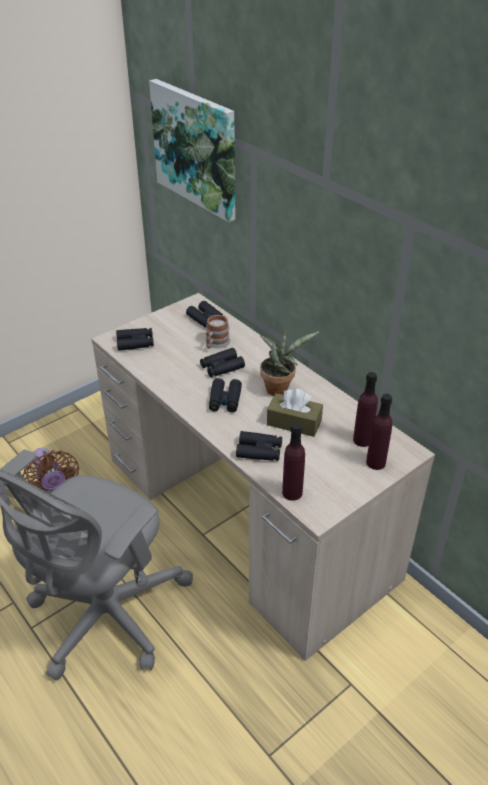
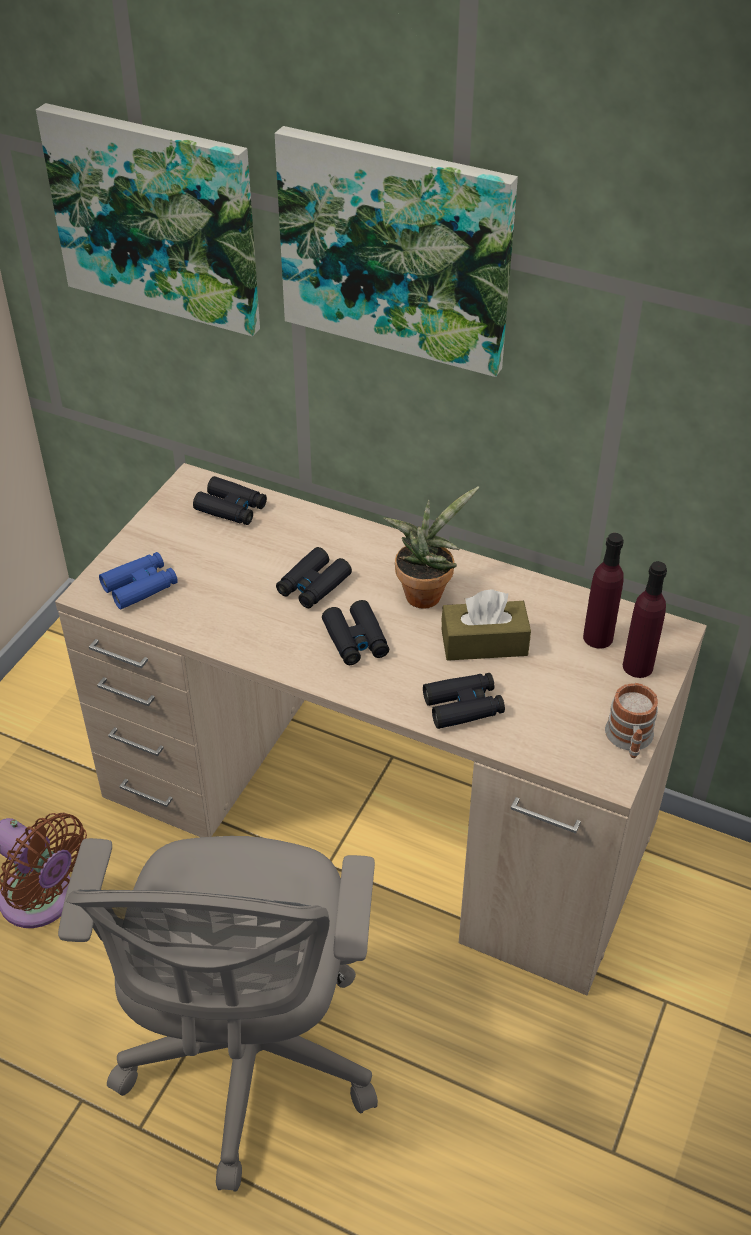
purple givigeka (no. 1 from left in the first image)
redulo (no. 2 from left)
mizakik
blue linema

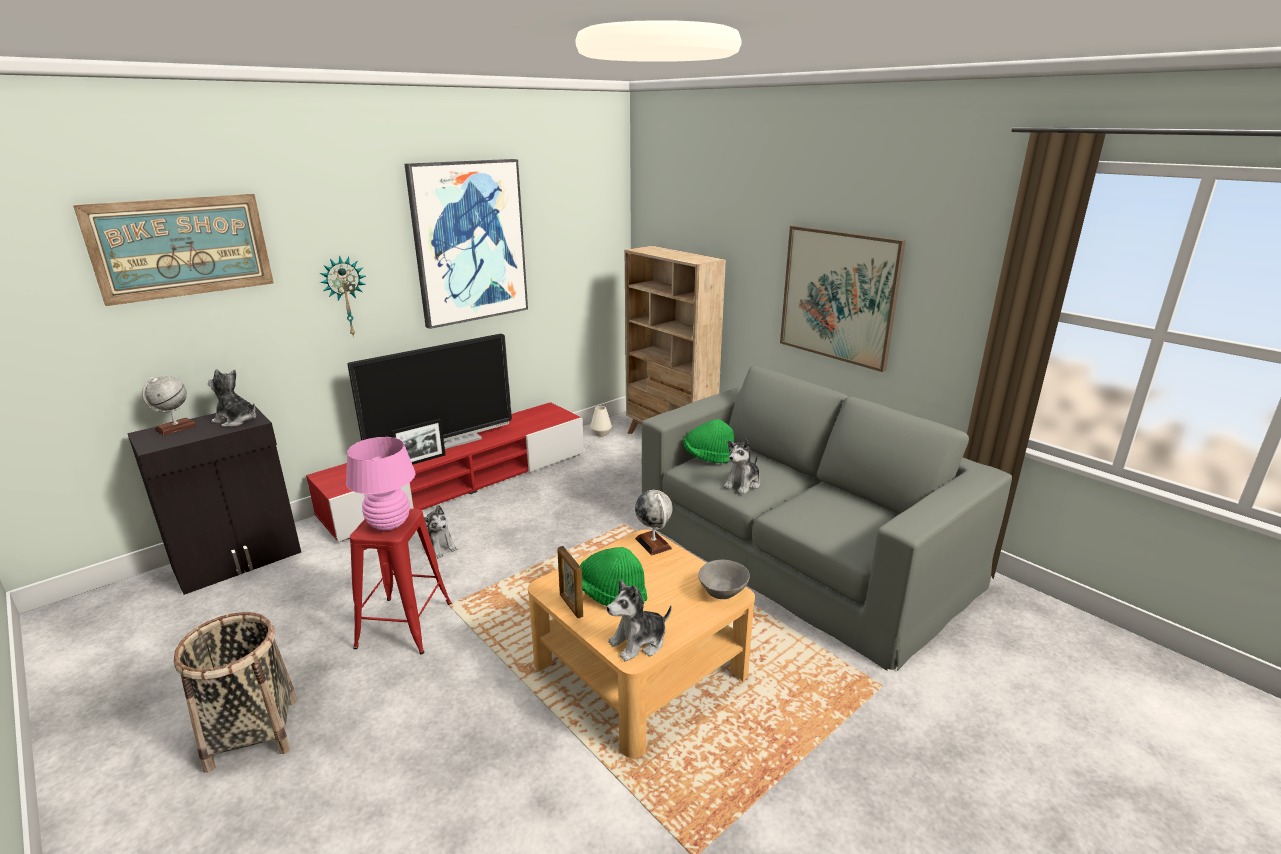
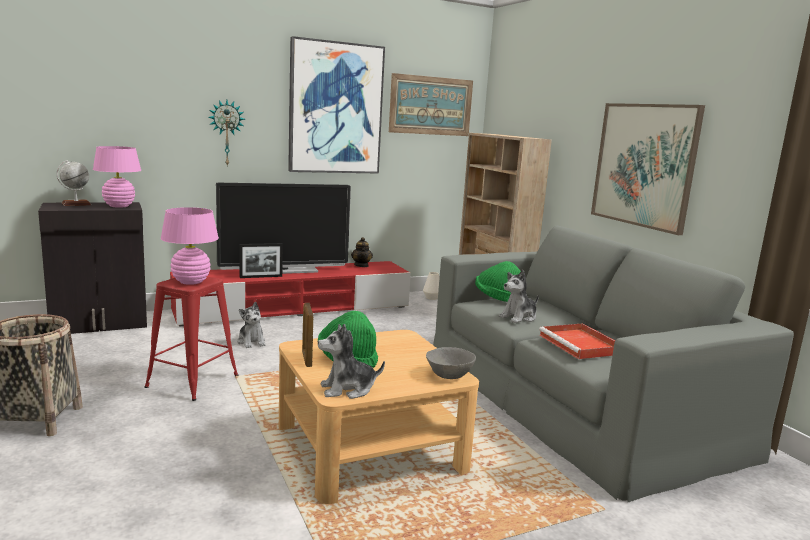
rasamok (no. 2 from left in the first image)
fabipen
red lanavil
redulo (no. 2 from left)
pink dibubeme (no. 1 from left)

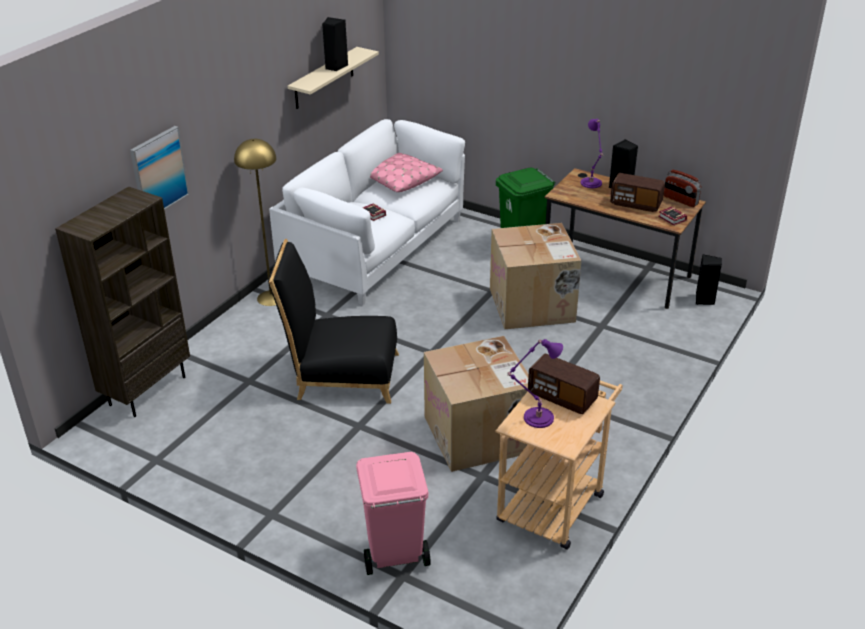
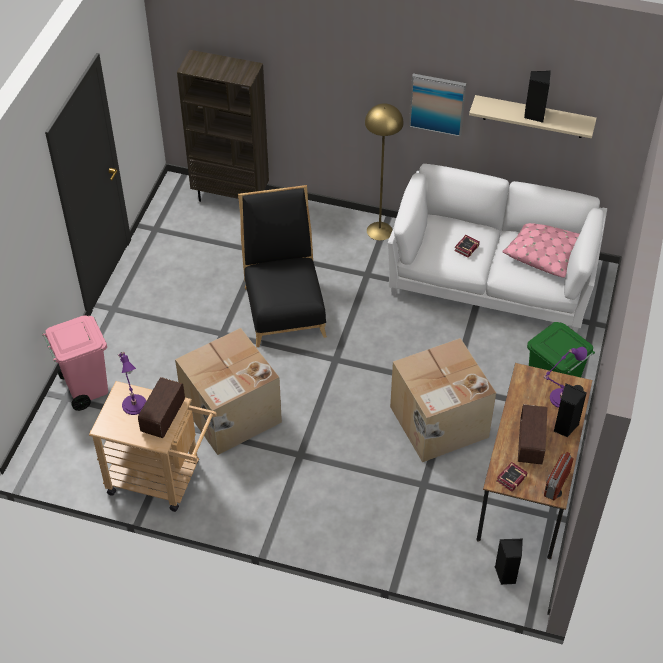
redulo

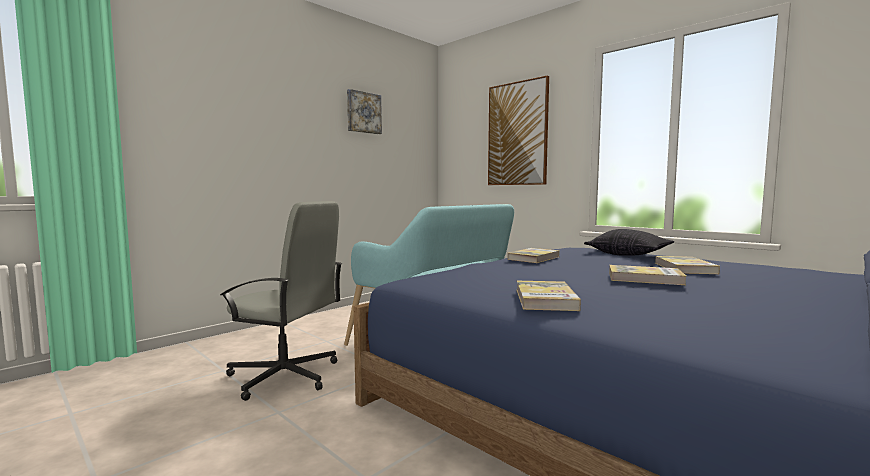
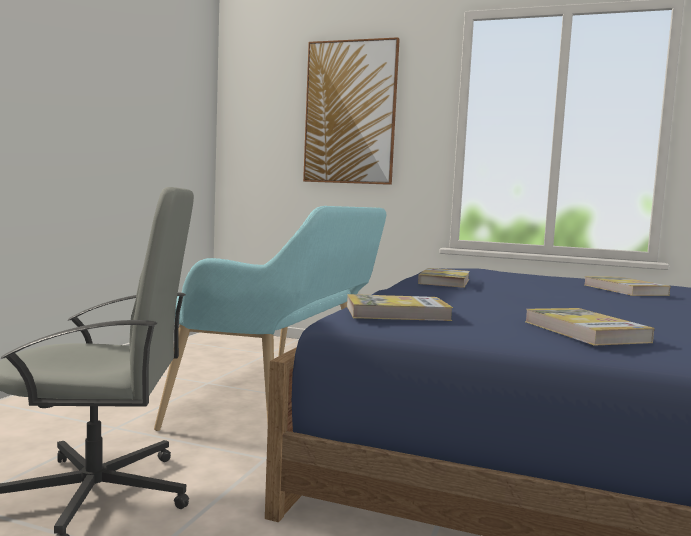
redulo (no. 1 from left in the first image)
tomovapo
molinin (no. 1 from left)

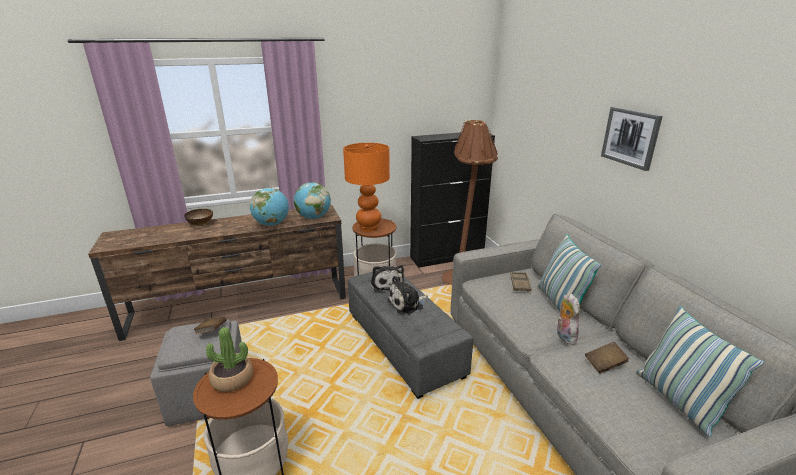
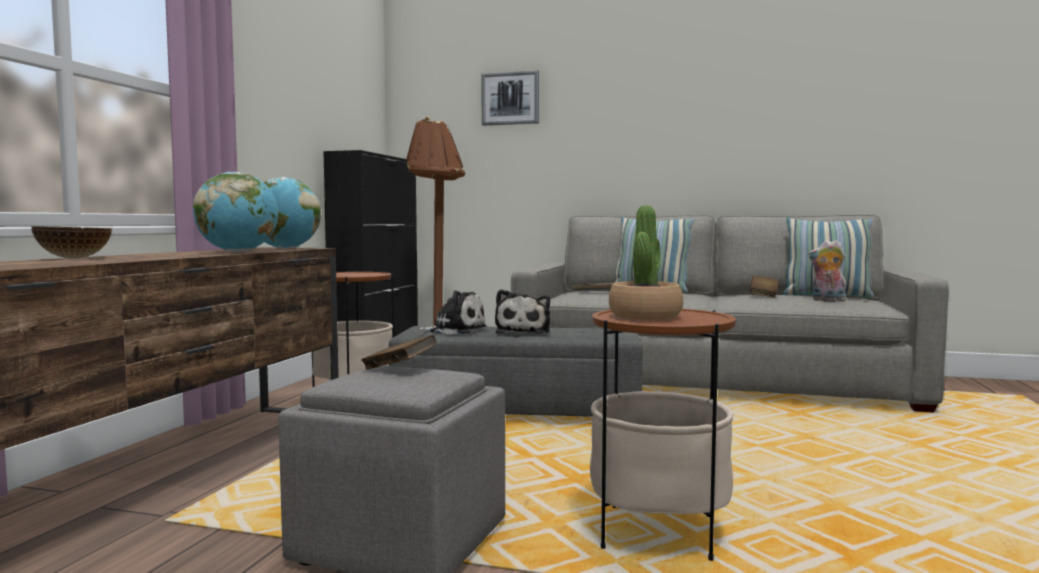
orange dibubeme
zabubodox (no. 3 from left)
redulo

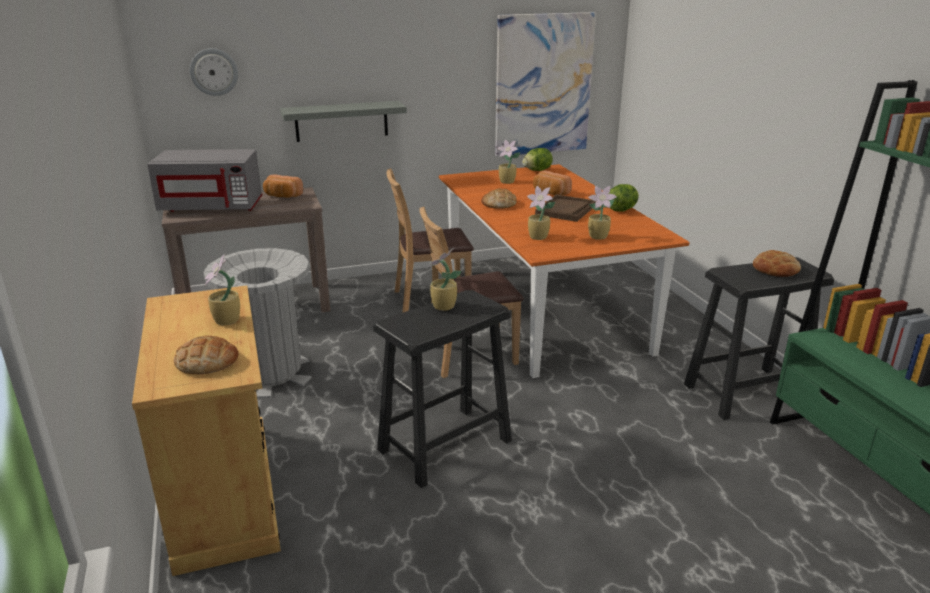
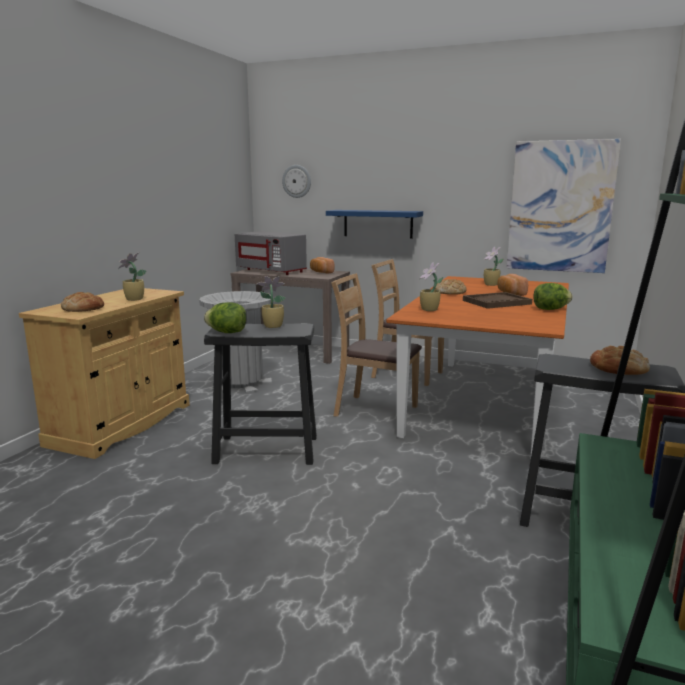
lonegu (no. 5 from left in the first image)
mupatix (no. 1 from left)
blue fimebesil

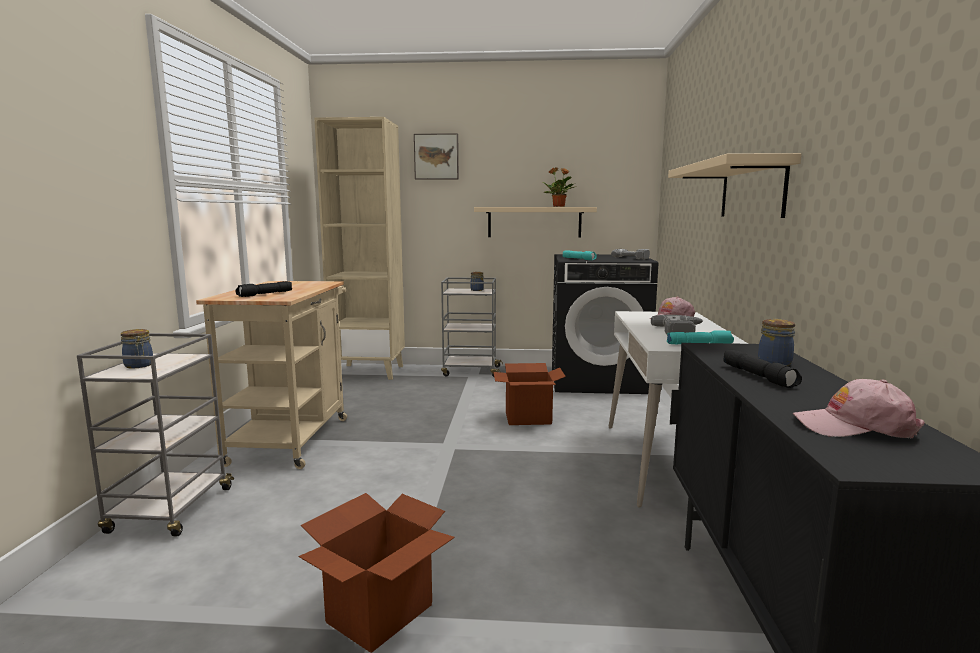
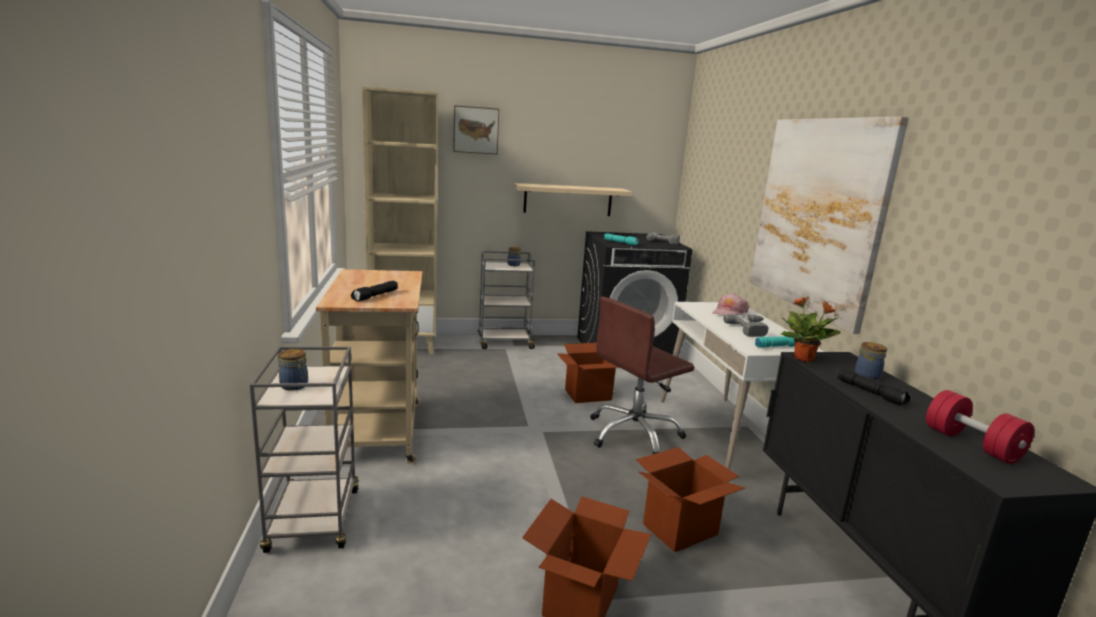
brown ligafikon
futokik (no. 3 from left)
lonegu
redulo (no. 2 from left)
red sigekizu

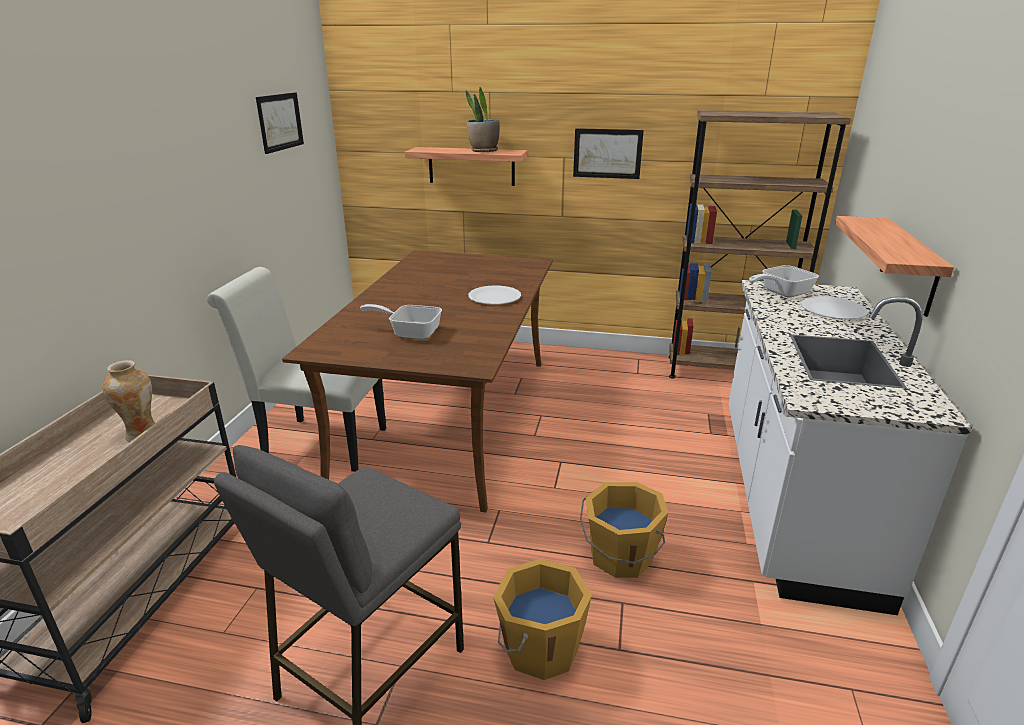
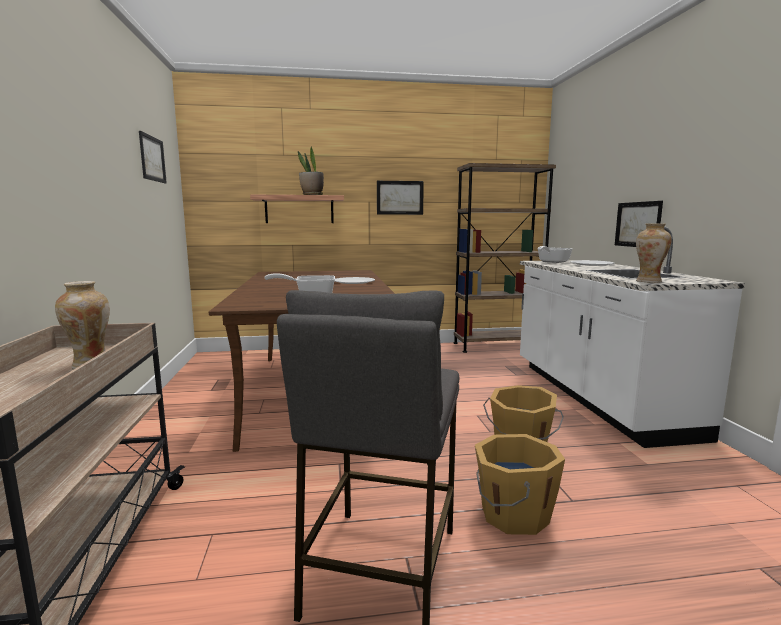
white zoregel
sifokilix (no. 2 from left)
redulo (no. 3 from left)

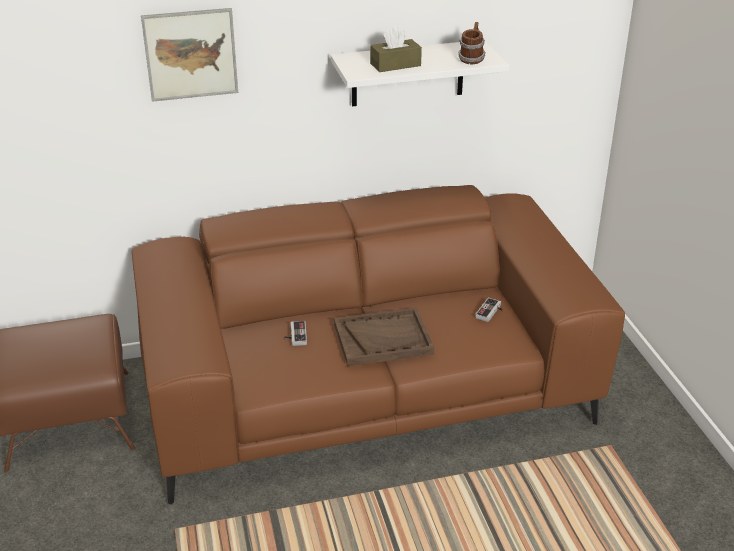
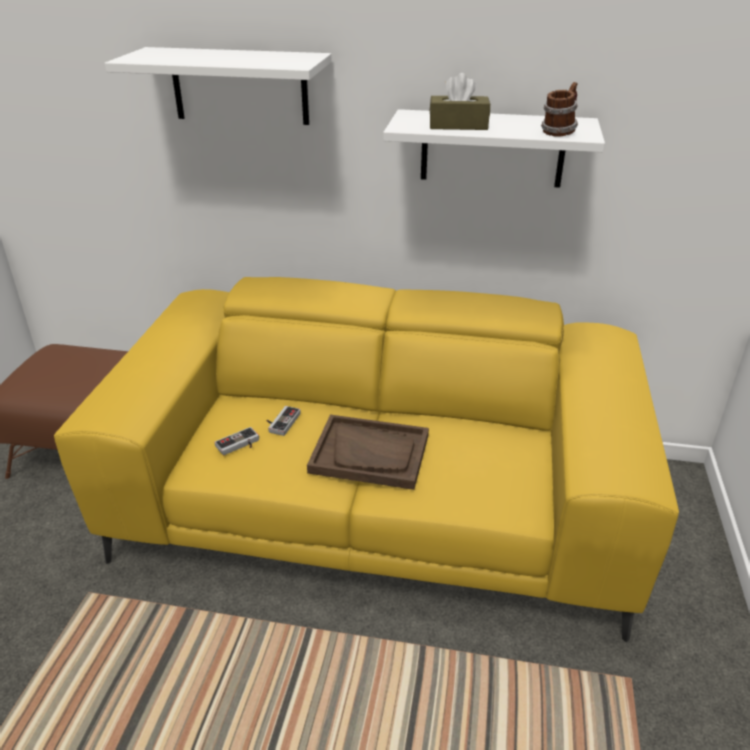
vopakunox (no. 1 from left)
white fimebesil (no. 1 from left)
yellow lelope

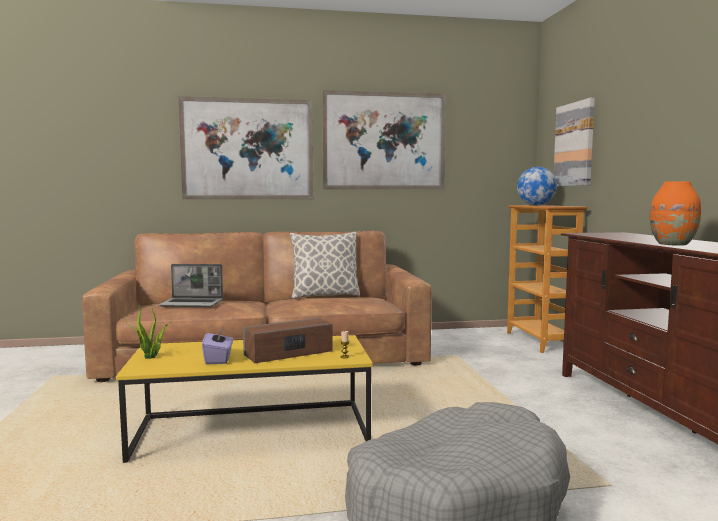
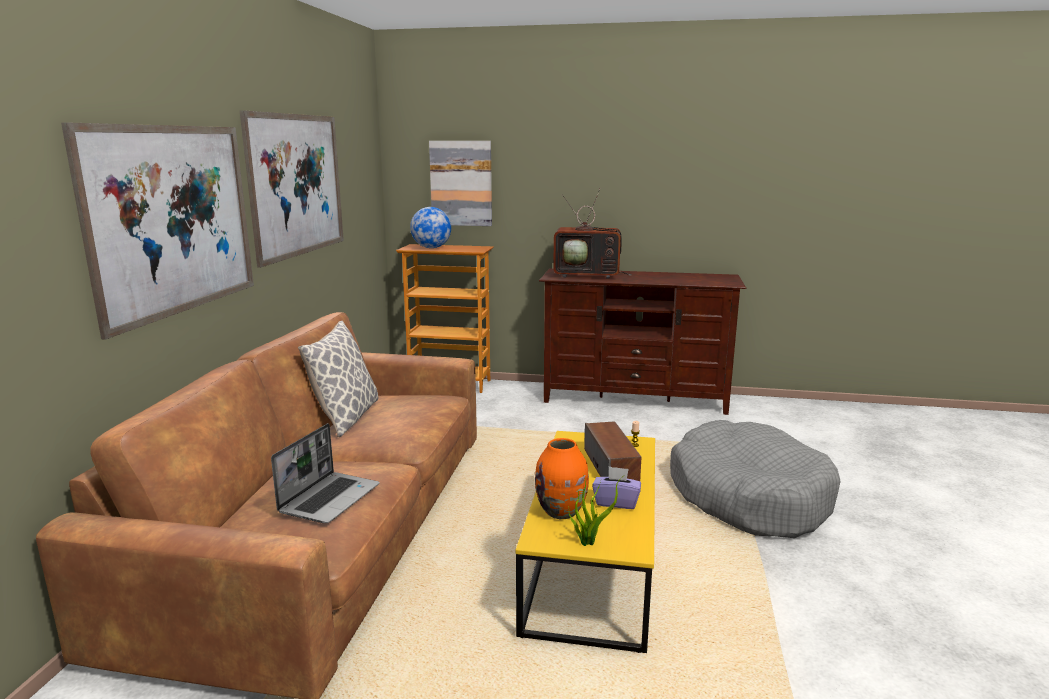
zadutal
orange sifokilix

